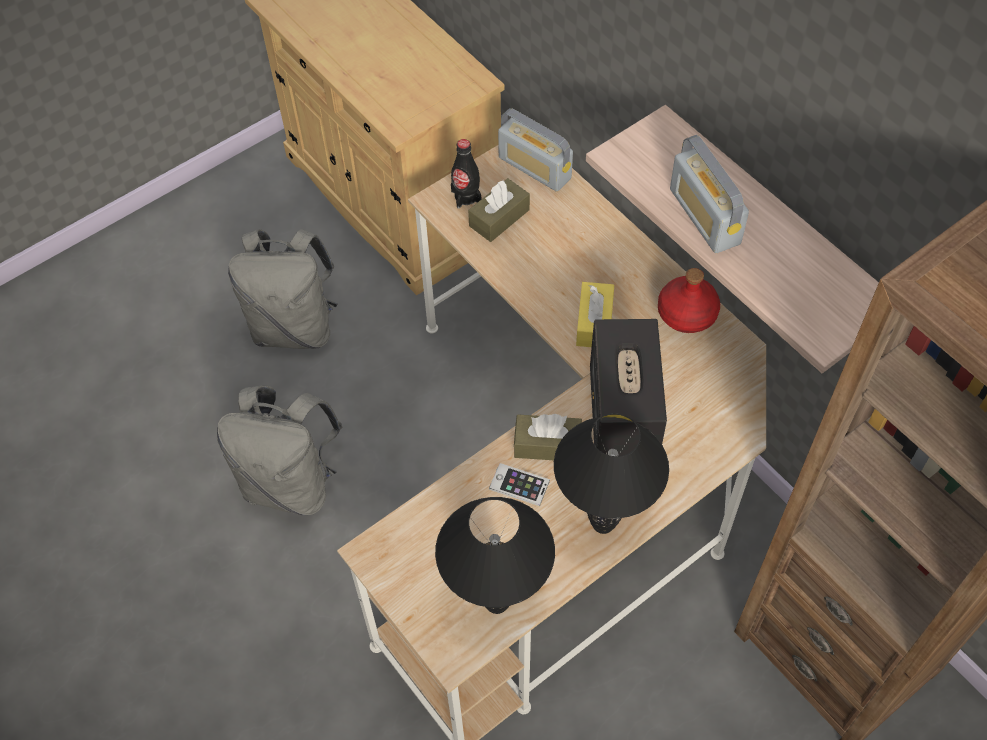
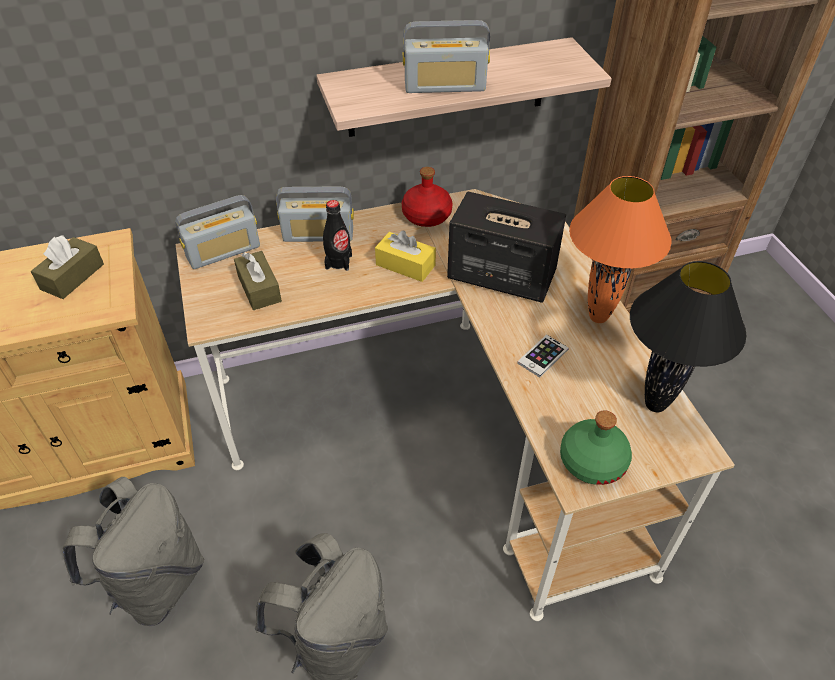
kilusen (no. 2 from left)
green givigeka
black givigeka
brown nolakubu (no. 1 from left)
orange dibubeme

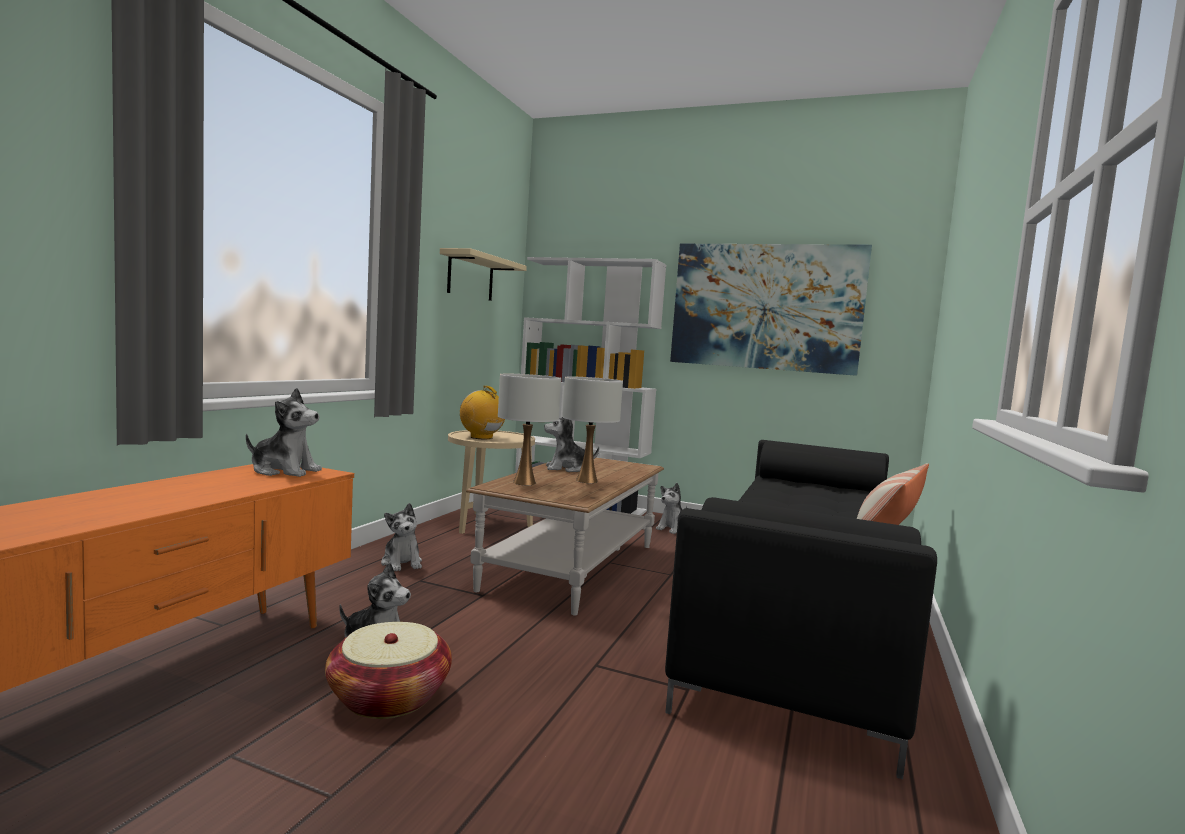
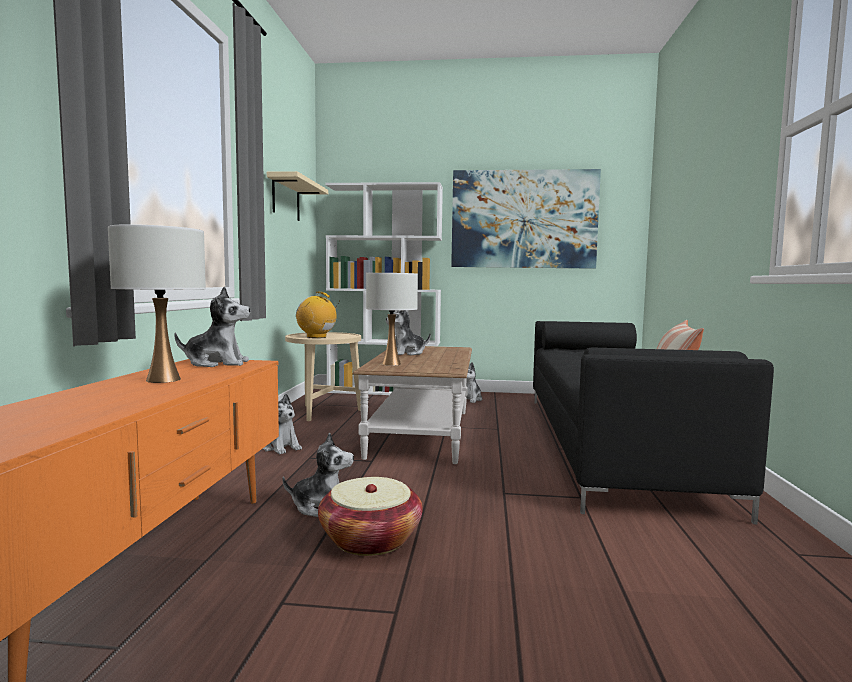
white dibubeme (no. 1 from left)

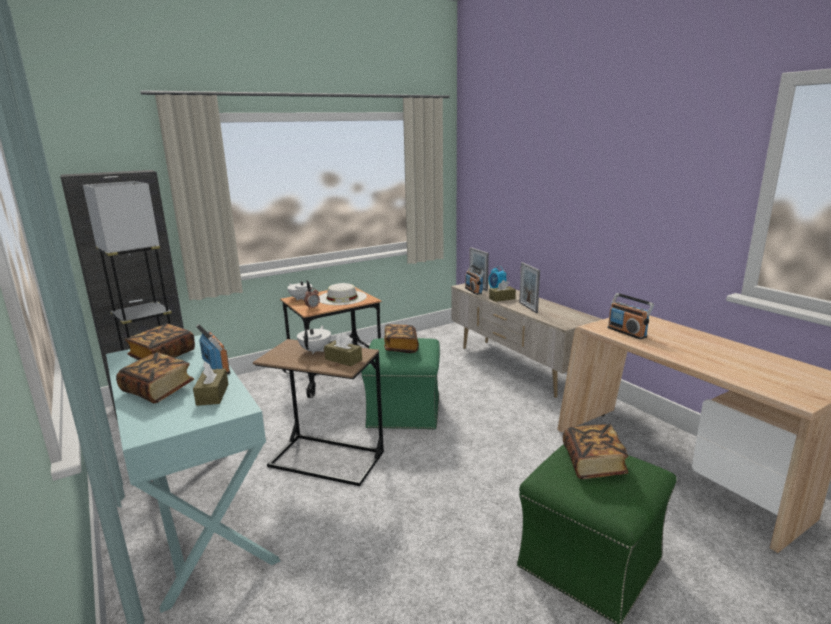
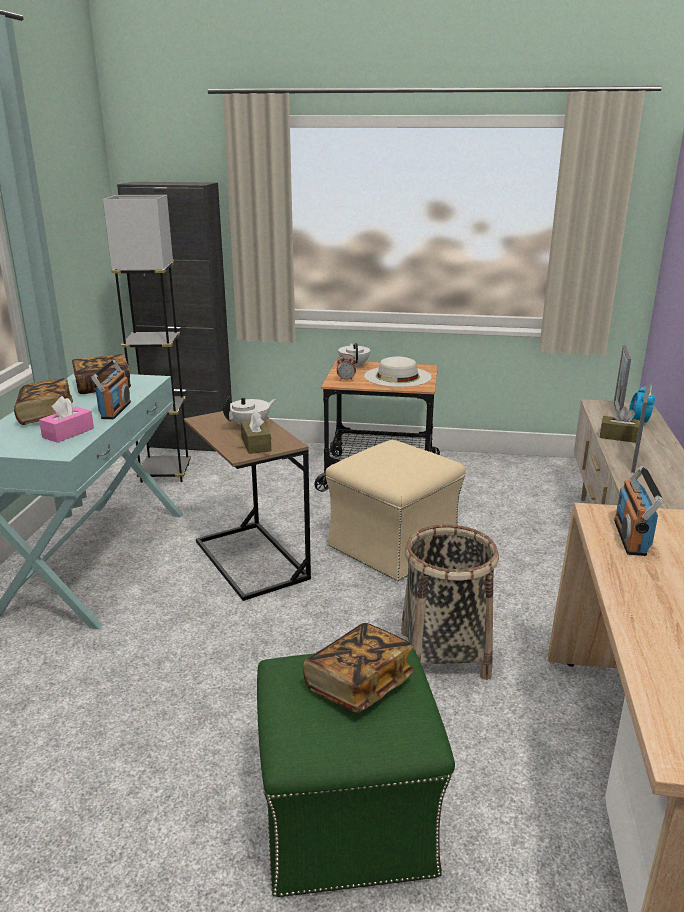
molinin (no. 3 from left in the first image)
kilusen (no. 2 from left in the first image)
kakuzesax
pink nolakubu
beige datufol

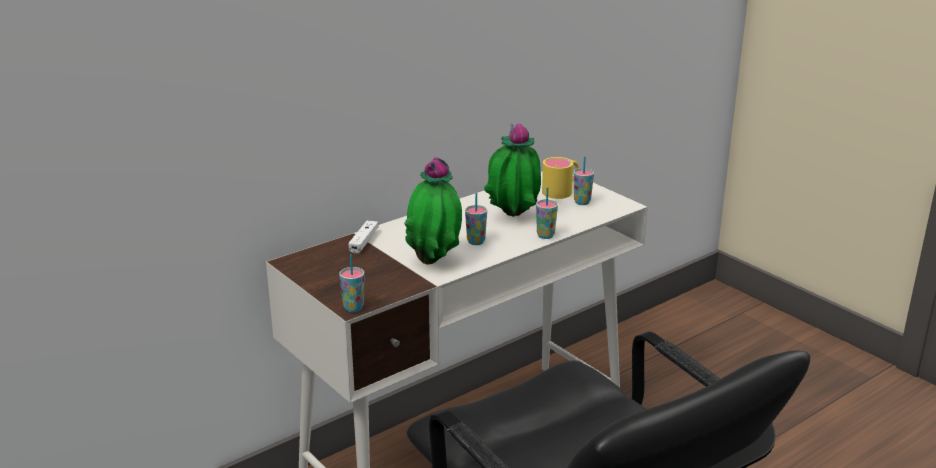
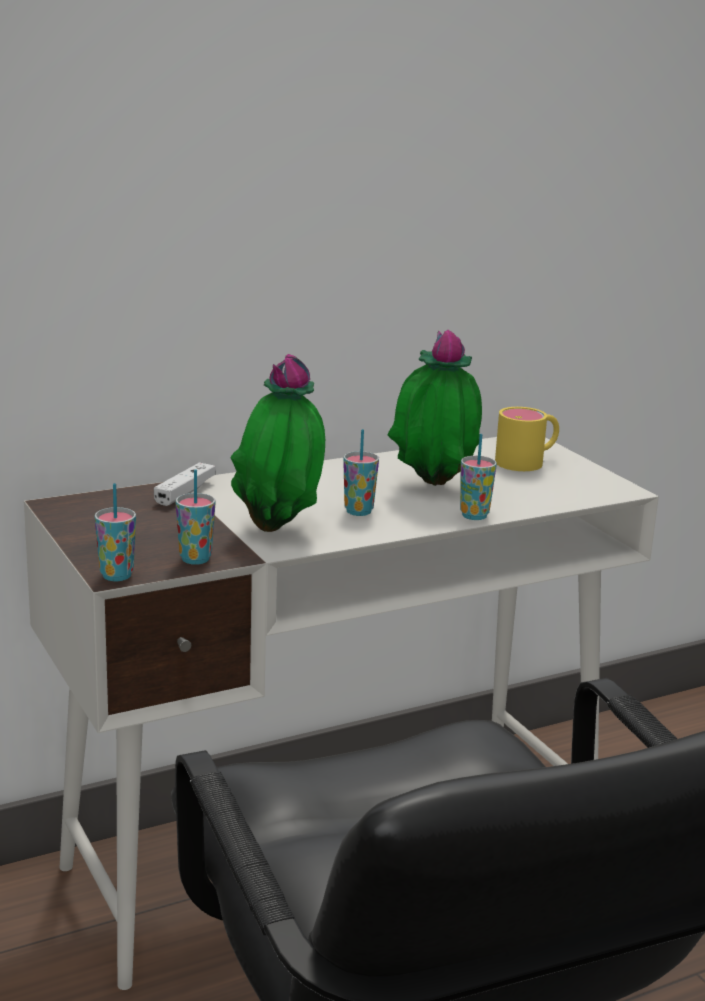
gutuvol (no. 2 from left)

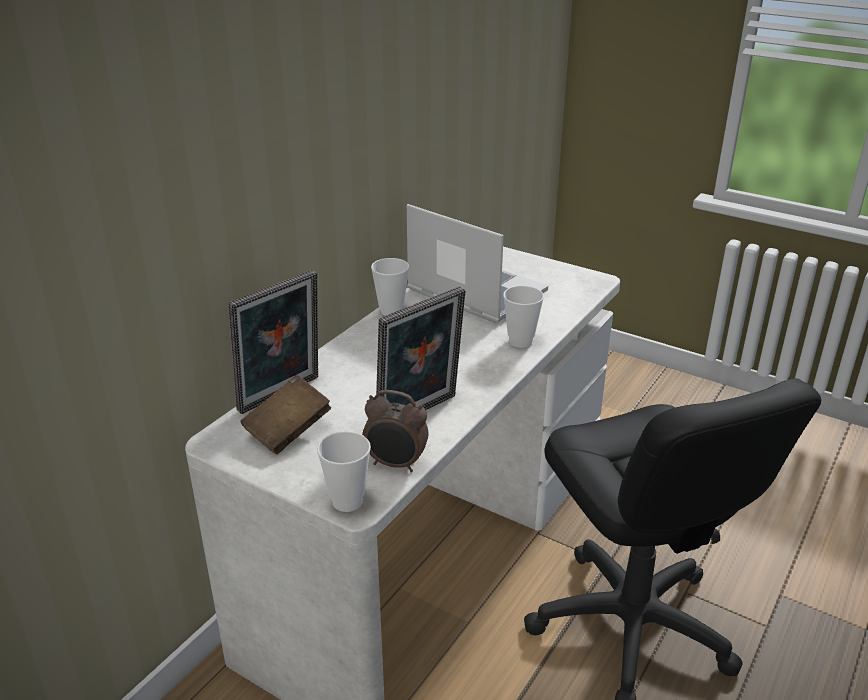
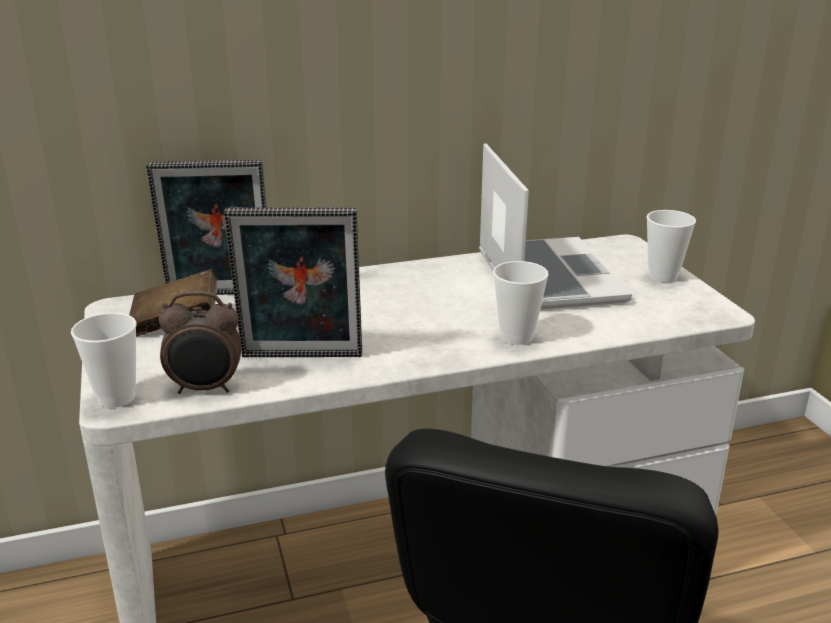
gutuvol (no. 3 from left)
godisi

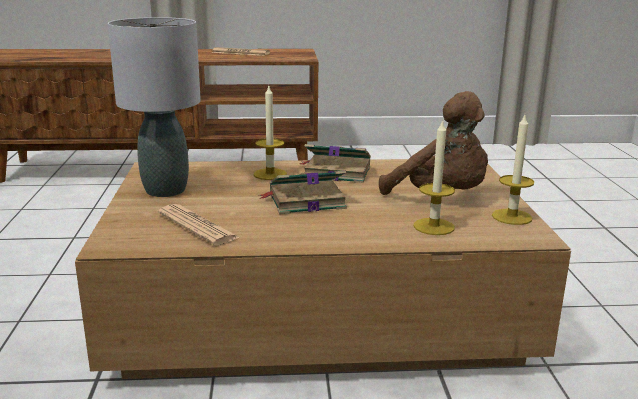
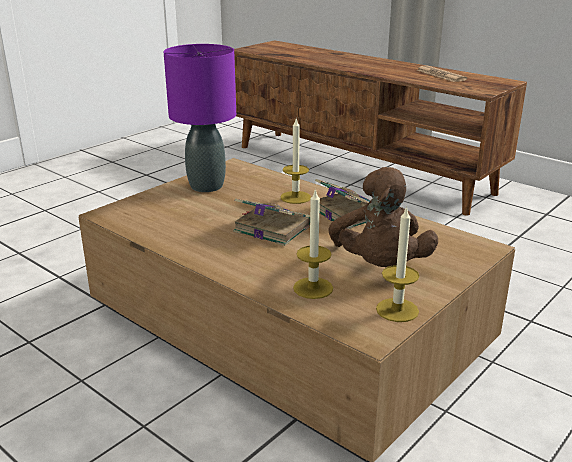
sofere (no. 1 from left in the first image)
purple dibubeme

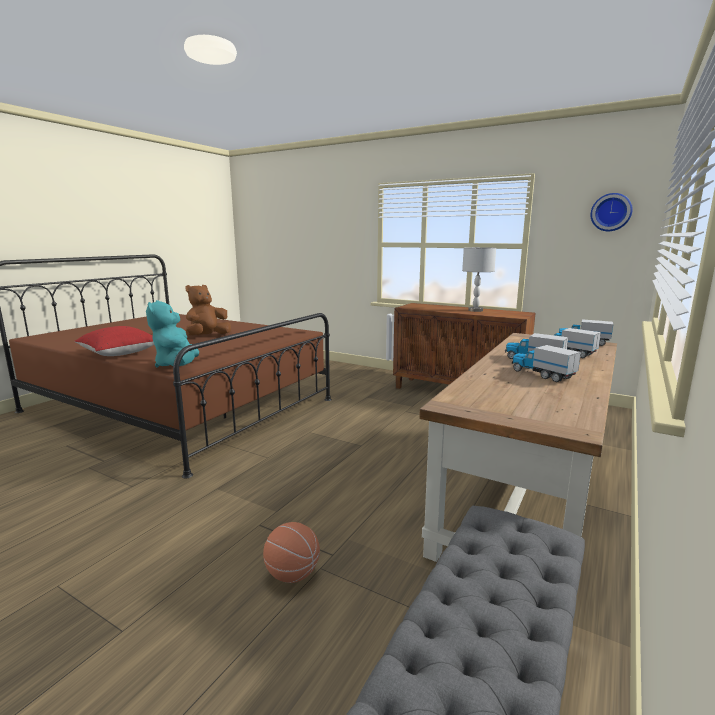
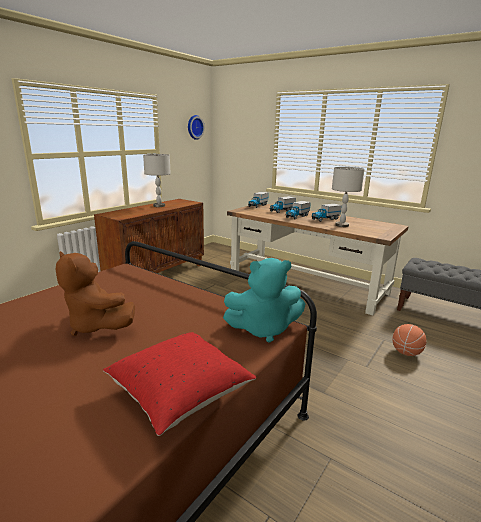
grey dibubeme (no. 2 from left)

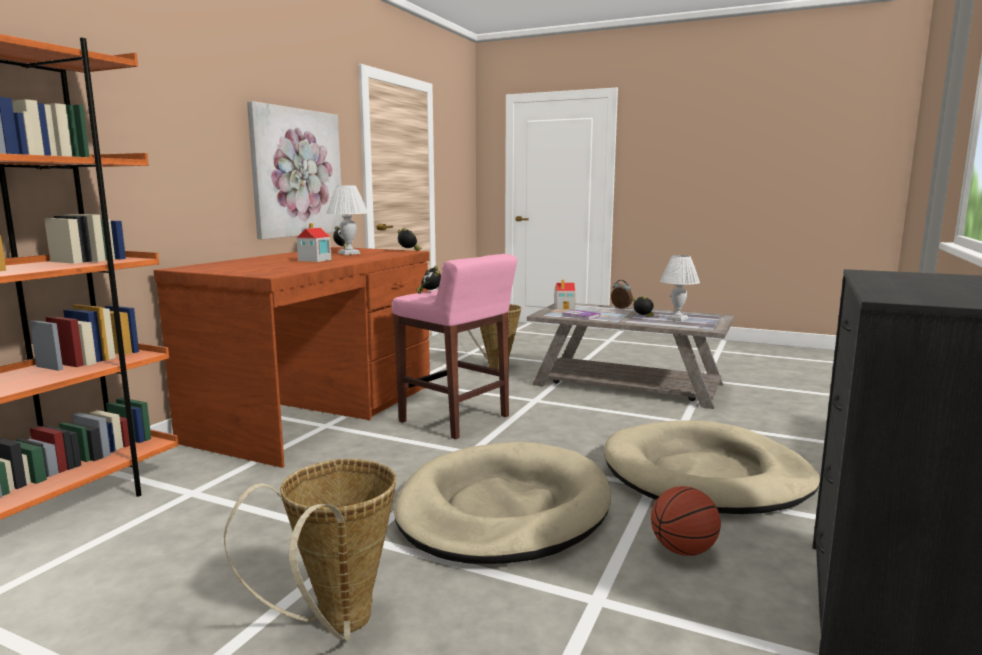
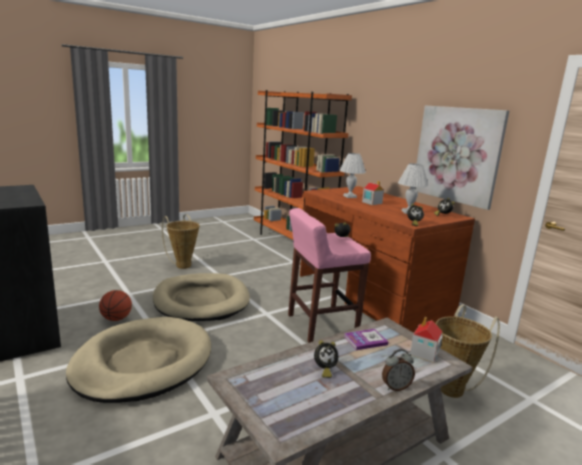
white dibubeme (no. 1 from left)

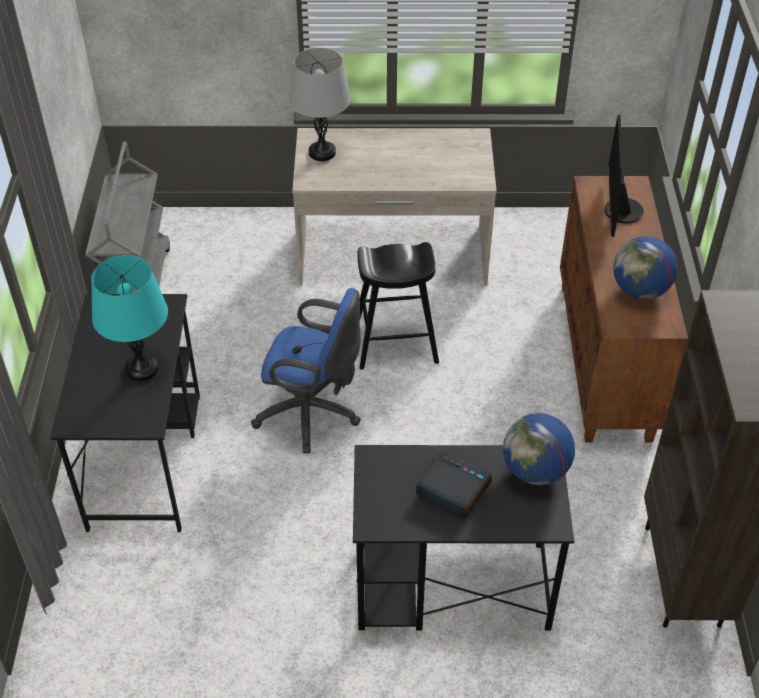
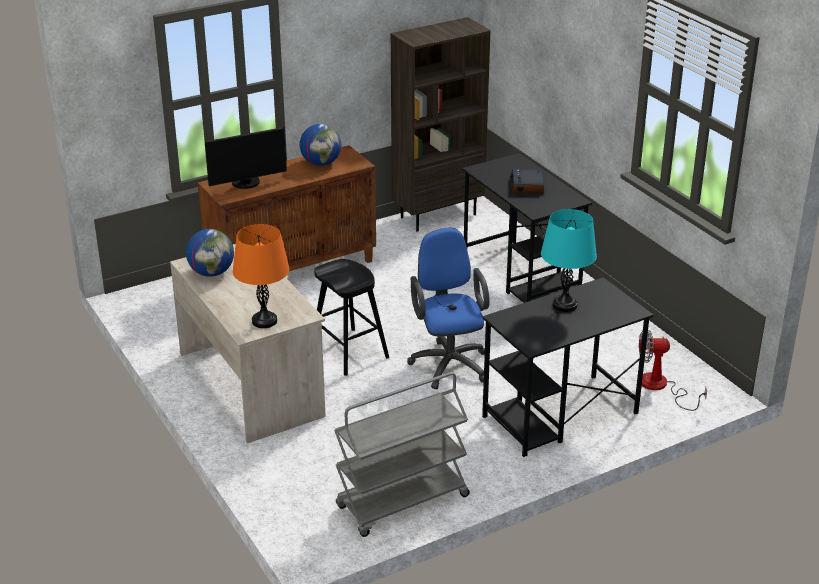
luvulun
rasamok (no. 1 from left)
orange dibubeme

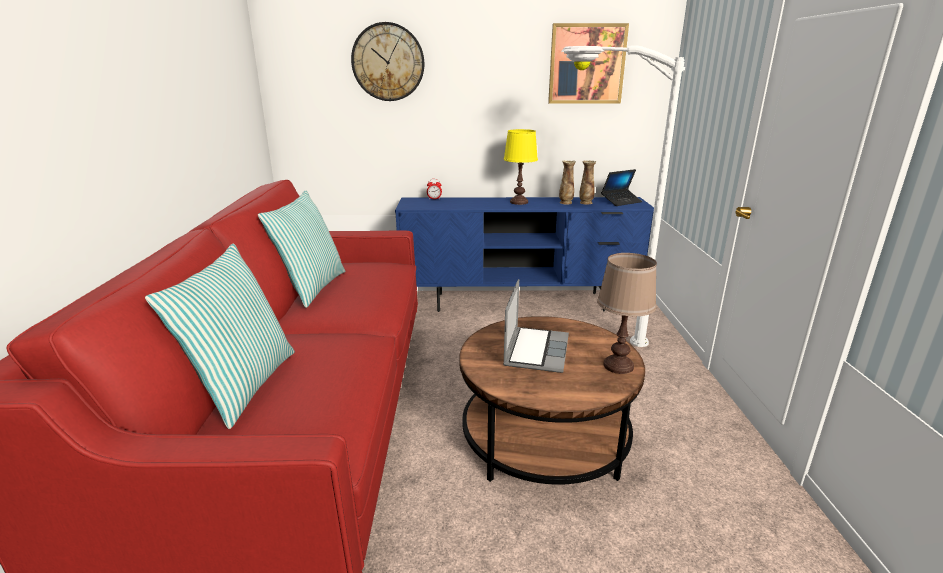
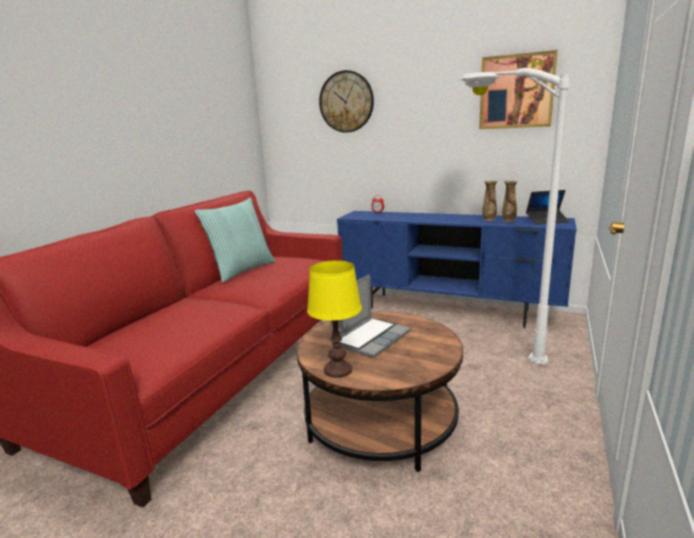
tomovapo (no. 1 from left in the first image)
brown dibubeme
yellow dibubeme

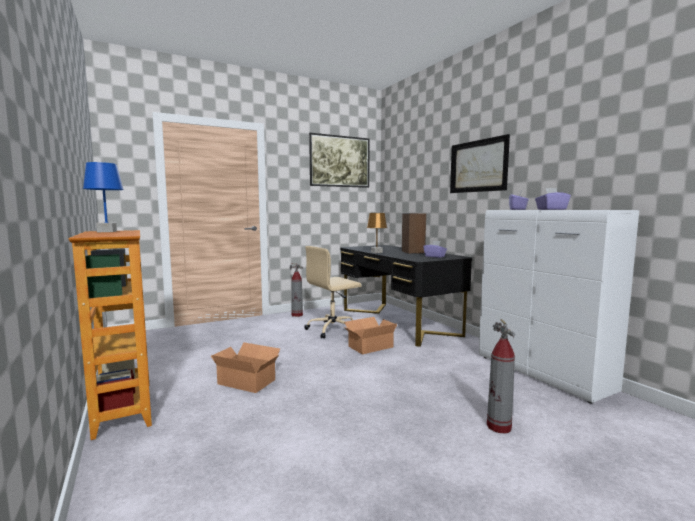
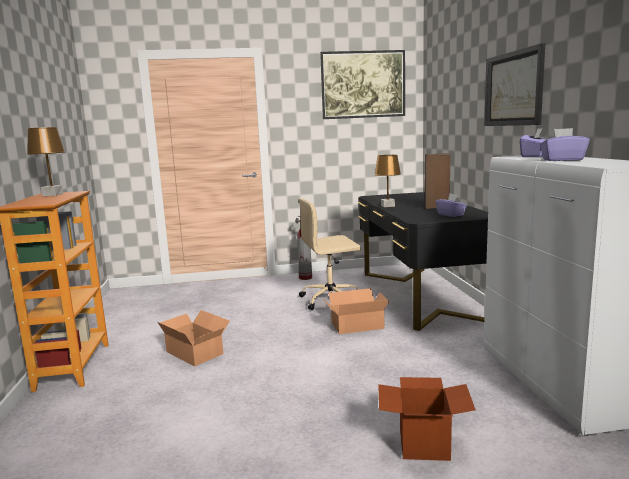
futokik (no. 3 from left)
brown dibubeme (no. 1 from left)

